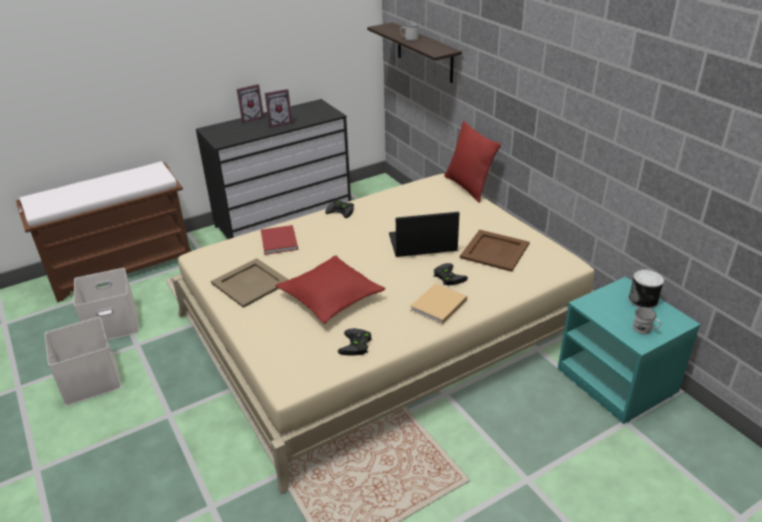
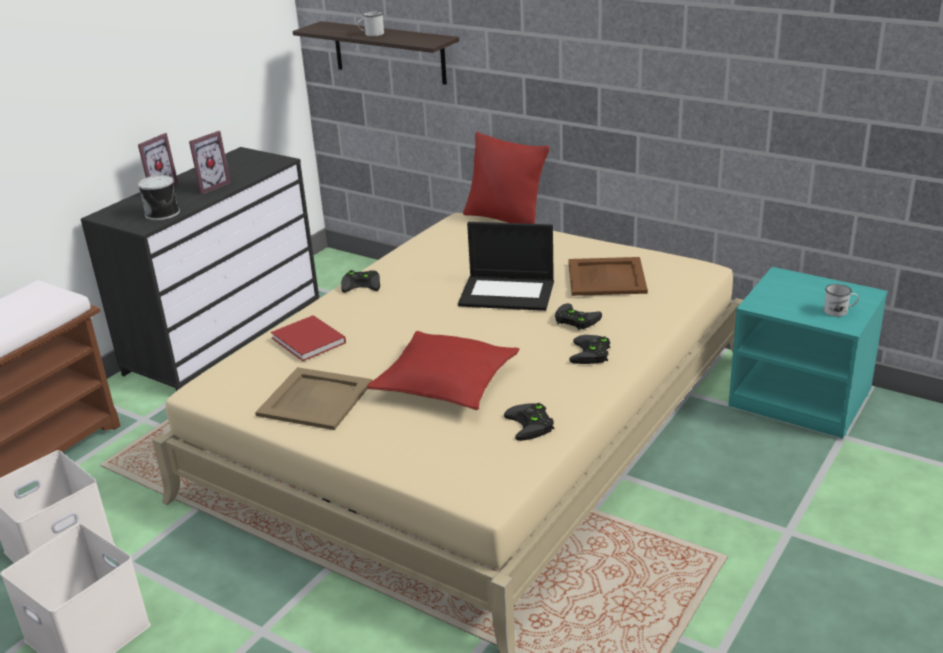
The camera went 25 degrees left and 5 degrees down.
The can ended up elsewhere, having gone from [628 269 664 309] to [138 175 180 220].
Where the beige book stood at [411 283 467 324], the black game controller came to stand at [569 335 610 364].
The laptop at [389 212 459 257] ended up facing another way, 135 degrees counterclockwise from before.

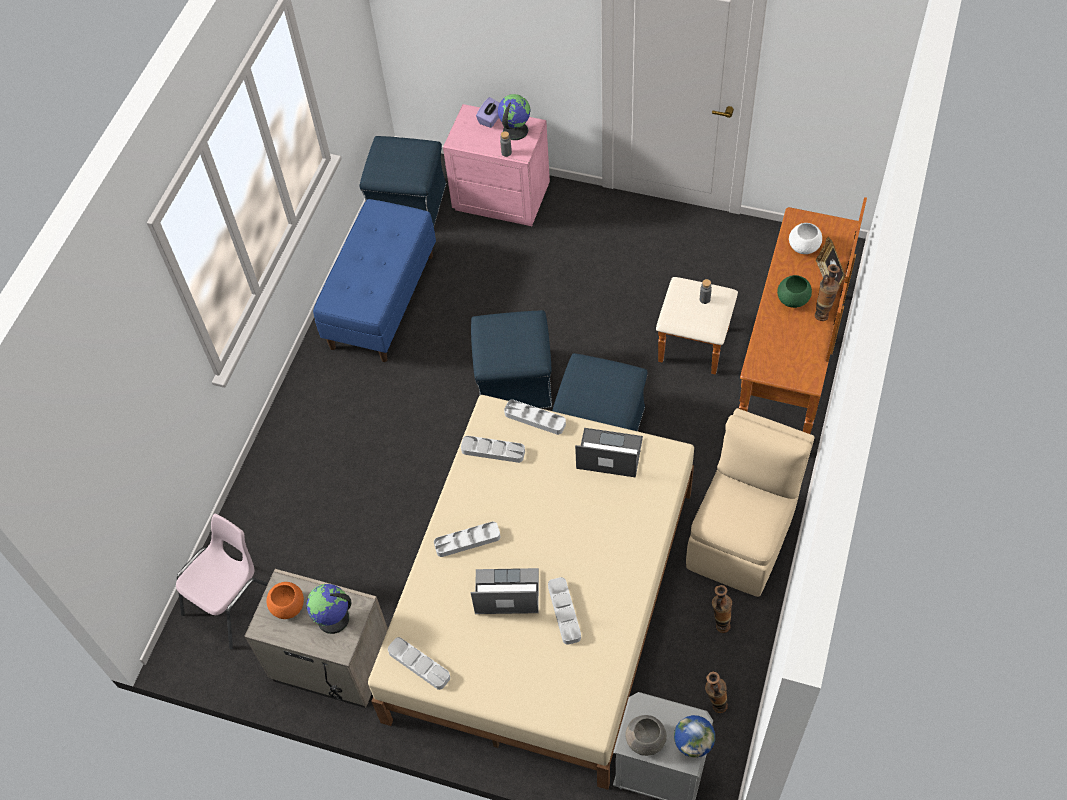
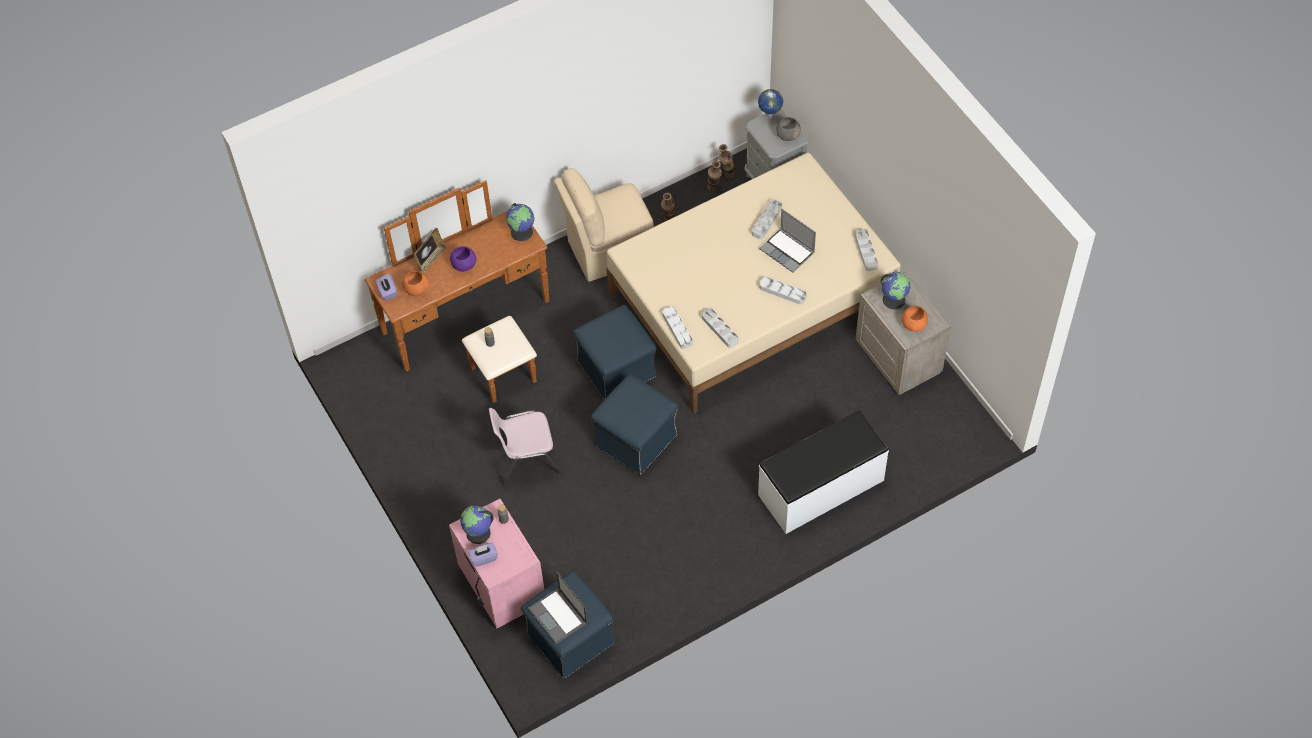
The camera went 140 degrees left and 0 degrees up.
The second view lost the blue bench at [313 199 436 362].
The second view gained the purple tissue box at [376 273 397 301].
The second view gained the globe at [506 203 534 241].
The second view gained the white bench at [758 410 889 534].
The pink chair ended up elsewhere, having gone from [176 514 268 649] to [489 408 563 487].
The laptop ended up elsewhere, having gone from [575 428 643 477] to [528 572 587 644].
The vase ended up elsewhere, having gone from [815 264 840 321] to [719 144 735 178].
What was the green bowl at [777 275 812 308] turned into the purple bowl at [450 246 476 272].
What was the white bowl at [789 223 822 254] turned into the orange bowl at [402 271 429 296].

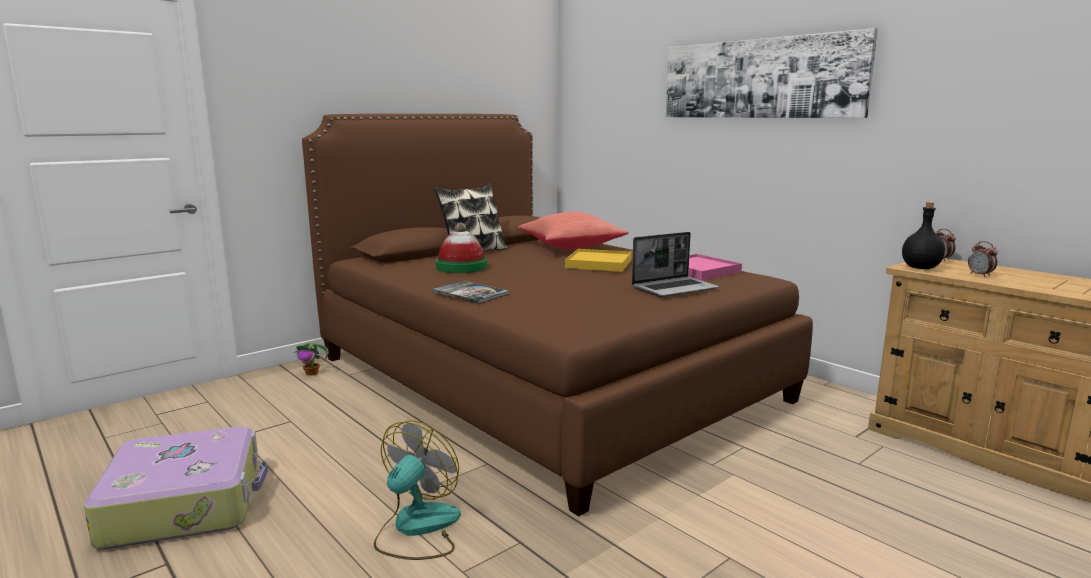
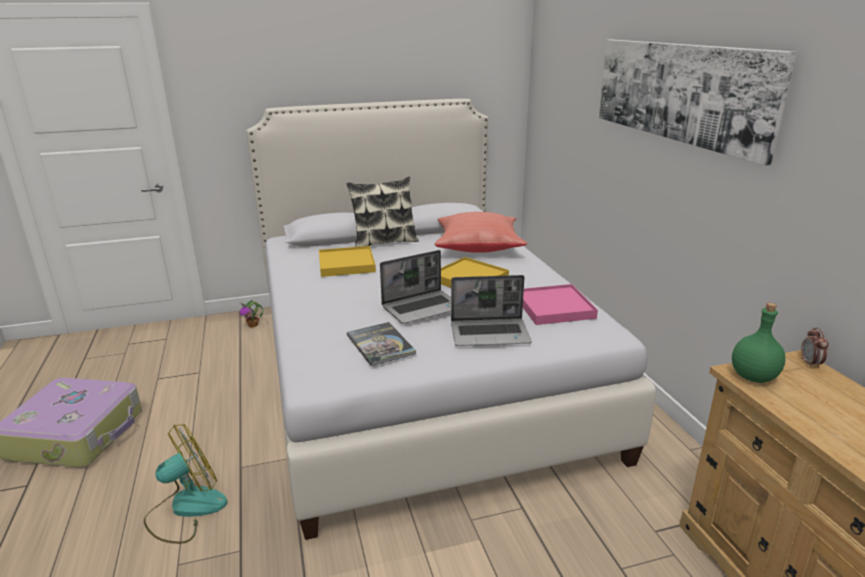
The camera went 25 degrees right and 10 degrees up.
The second view lost the alarm clock at [968 241 998 277].
The second view gained the laptop at [380 250 451 324].
The book ended up elsewhere, having gone from [432 281 509 304] to [347 322 416 366].
Where the hat stood at [436 223 487 273], the yellow tray came to stand at [319 246 376 277].
What was the brown bed at [302 114 813 516] turned into the white bed at [246 99 656 540].
What was the black bottle at [902 202 945 269] turned into the green bottle at [732 303 786 383].

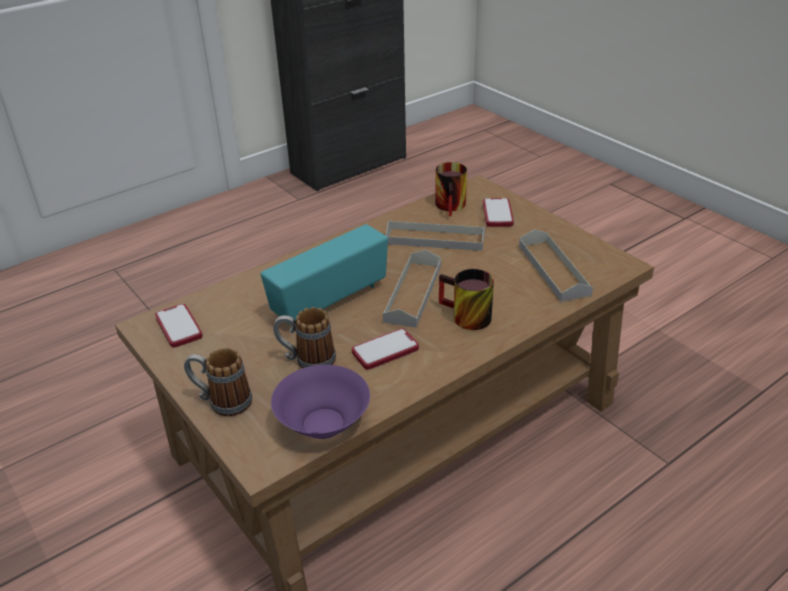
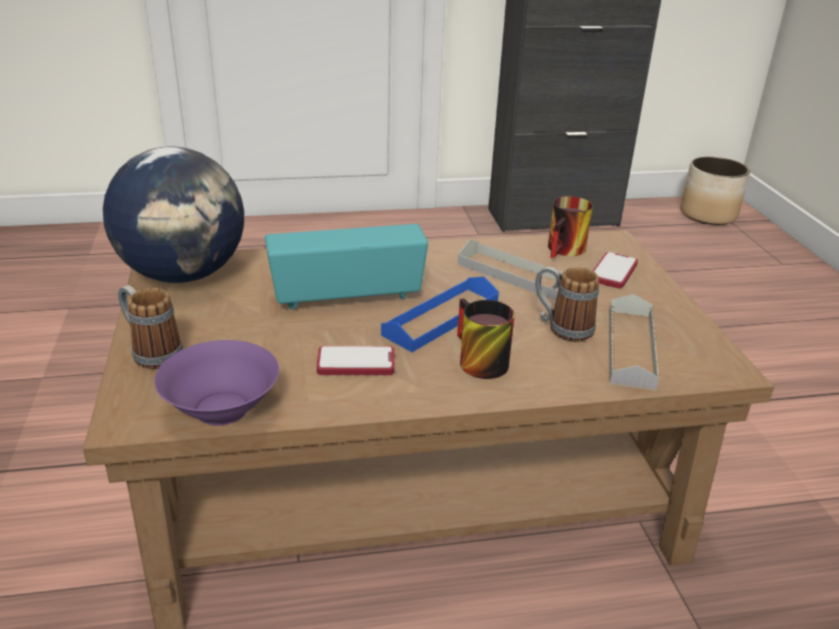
The camera went 25 degrees right and 5 degrees down.
The second view gained the planter at [680 157 750 225].
The mug ended up elsewhere, having gone from [273 307 336 368] to [535 266 599 342].
Where the phone stood at [155 304 203 347], the globe came to stand at [103 147 244 283].
What was the grey tray at [383 250 441 328] turned into the blue tray at [381 277 499 352].

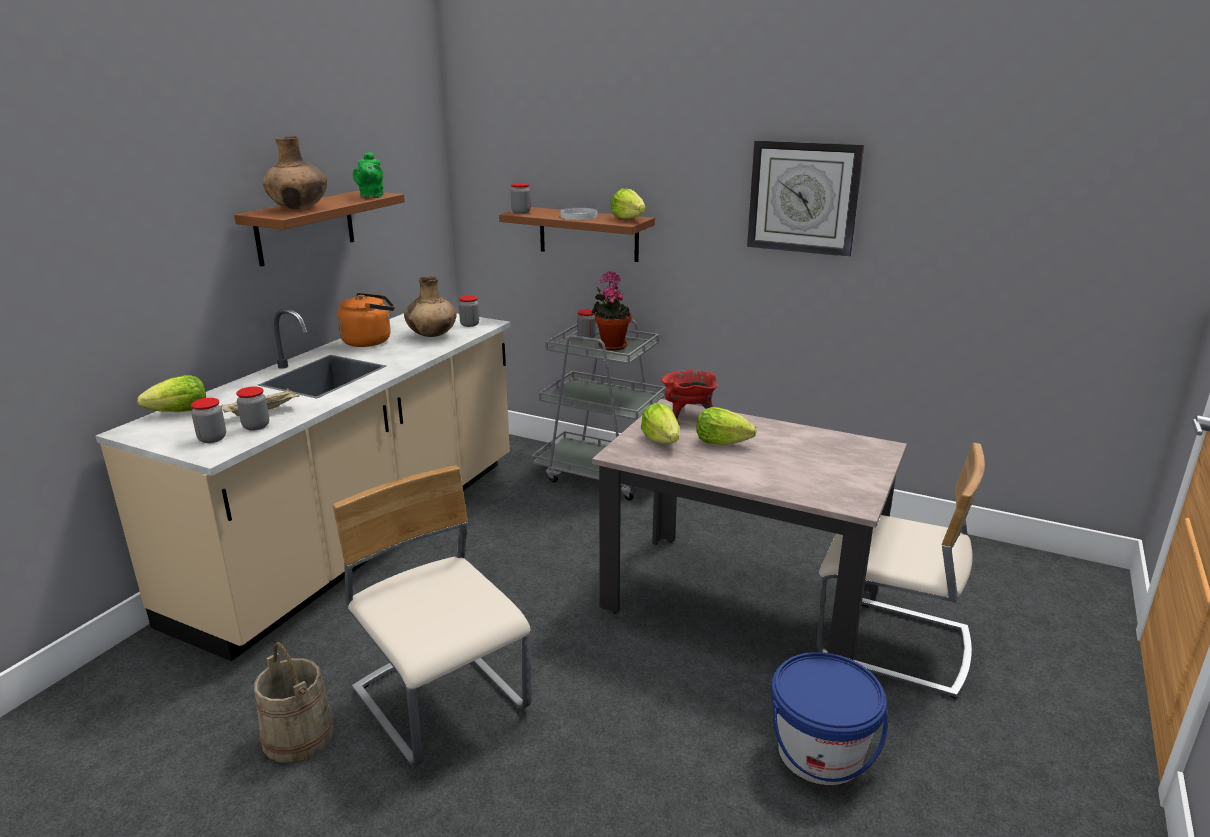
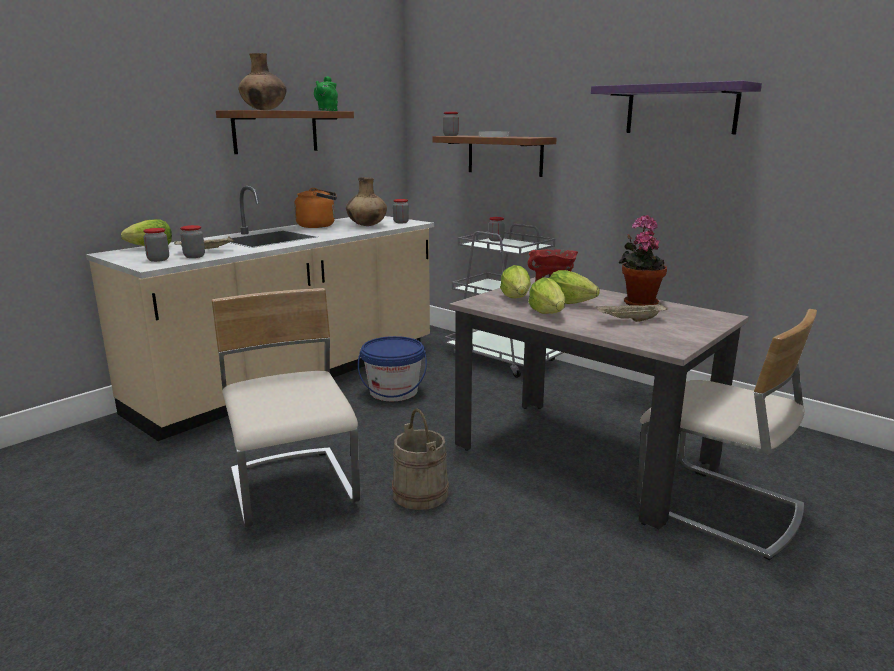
The camera went 15 degrees right and 5 degrees down.
The second view gained the beige tray at [596 303 667 322].
The beige bucket ended up elsewhere, having gone from [254 642 334 762] to [392 409 449 510].
The potted plant ended up elsewhere, having gone from [591 271 632 351] to [619 215 667 306].
The lettuce ended up elsewhere, having gone from [611 188 646 219] to [528 277 565 314].
The blue bucket ended up elsewhere, having gone from [771 652 888 785] to [358 336 427 401].
Where the wall clock hung at [747 140 864 257], the purple shelf came to hang at [591 81 762 134].

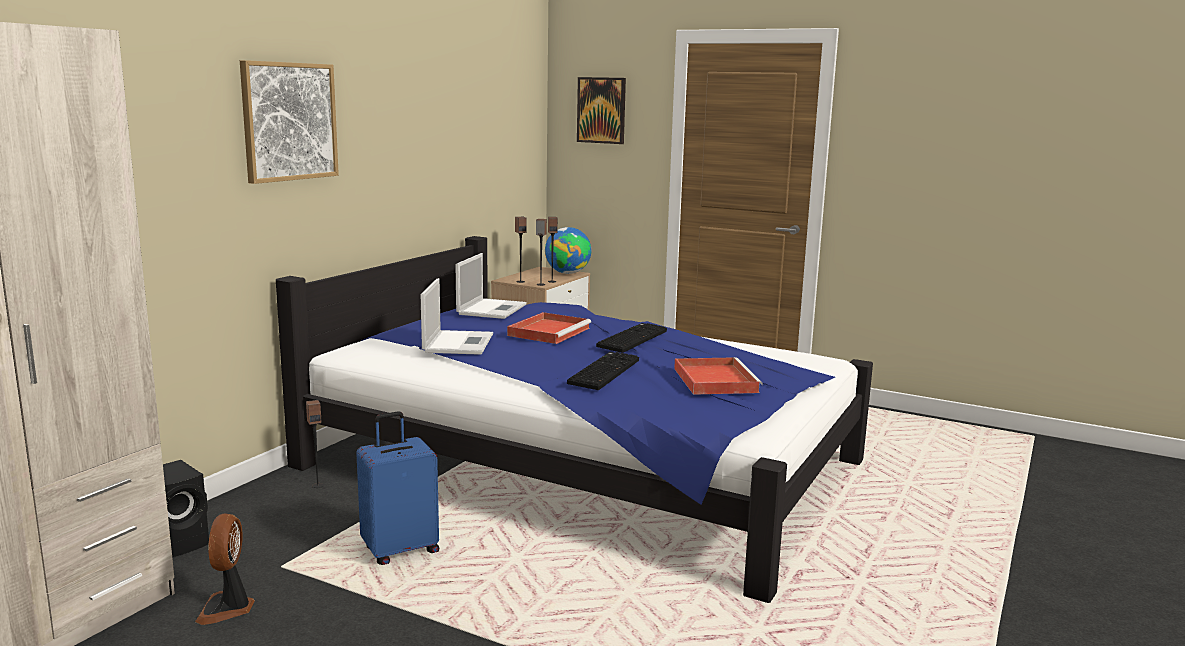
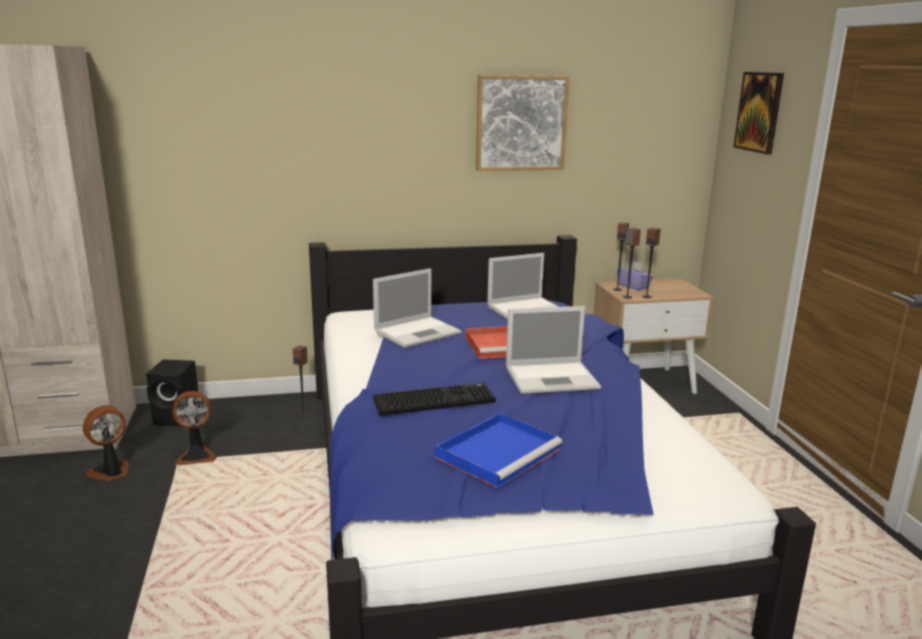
The camera went 50 degrees right and 5 degrees up.
The second view lost the blue suitcase at [356 411 439 565].
The second view lost the globe at [545 227 591 274].
The second view gained the fan at [172 391 217 465].
The second view gained the purple tissue box at [617 261 653 290].
The picture ended up elsewhere, having gone from [240 60 339 184] to [476 75 570 171].
Where the keyboard stood at [596 323 667 353], the laptop came to stand at [506 306 601 394].
What was the red tray at [674 357 762 395] turned into the blue tray at [435 413 562 488].

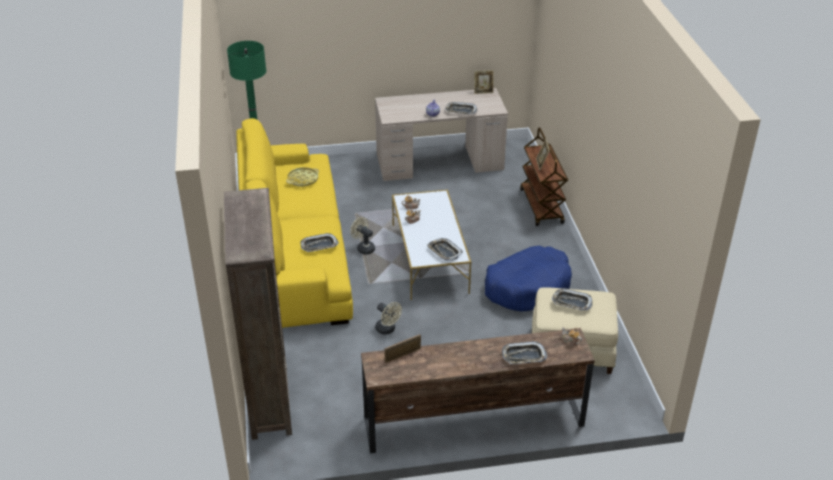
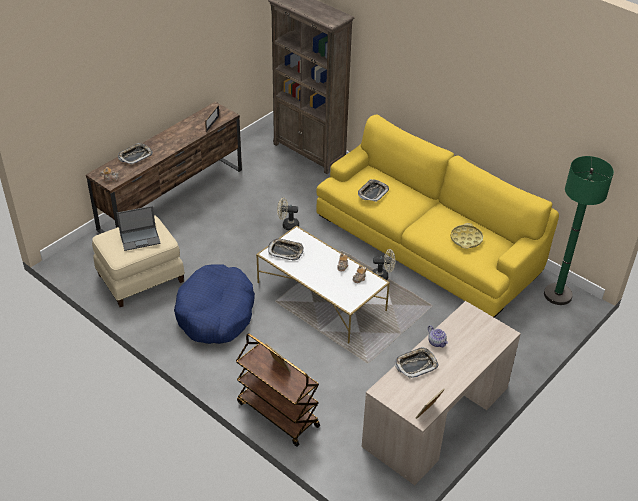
The camera went 140 degrees right and 5 degrees up.
Where the tray stood at [552 289 592 310], the laptop came to stand at [117 206 161 251].

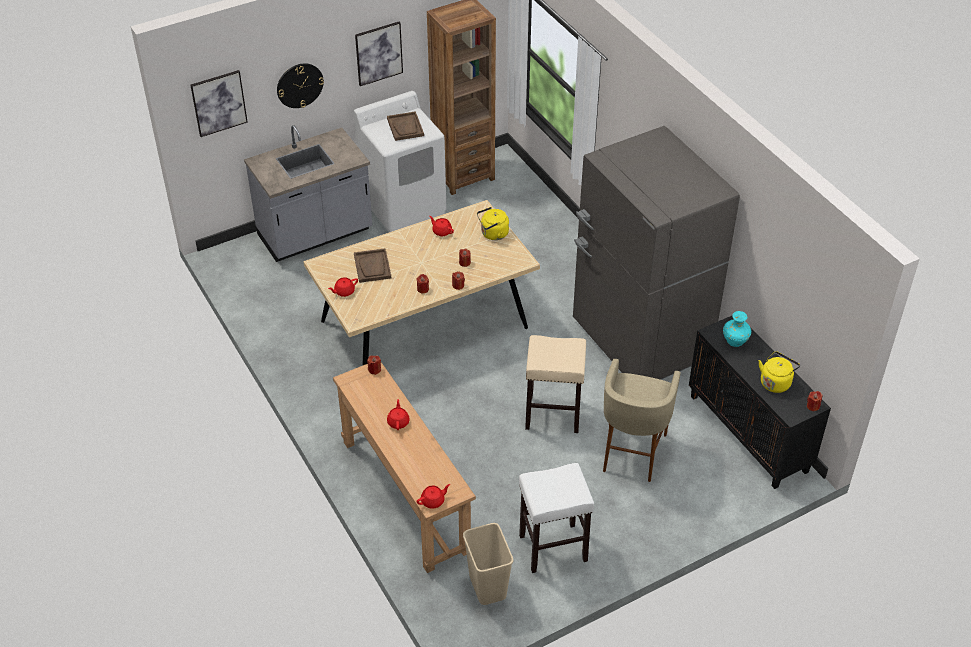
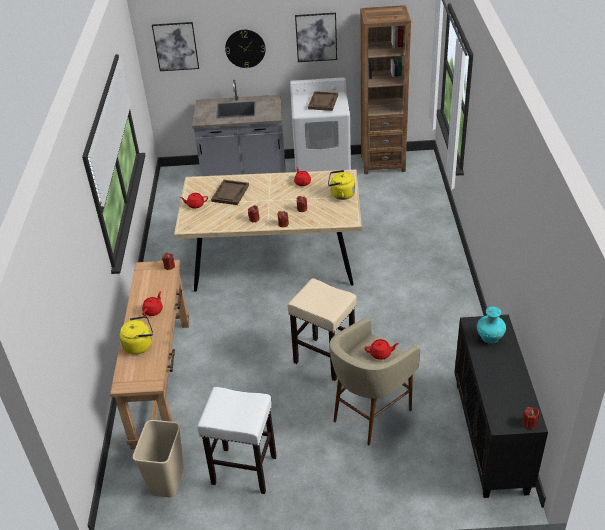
The camera went 30 degrees right and 5 degrees down.
The second view lost the grey fridge at [573 126 740 380].
The red teapot ended up elsewhere, having gone from [417 484 450 509] to [364 339 399 360].
The yellow kettle ended up elsewhere, having gone from [758 351 800 393] to [120 316 153 355].

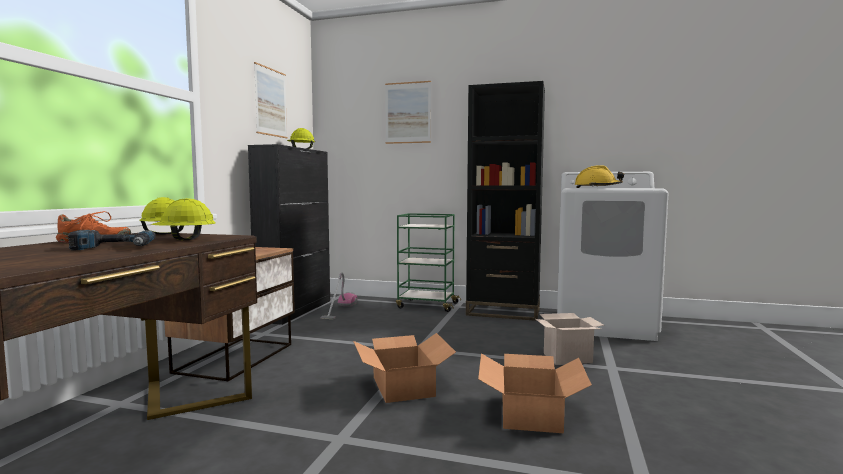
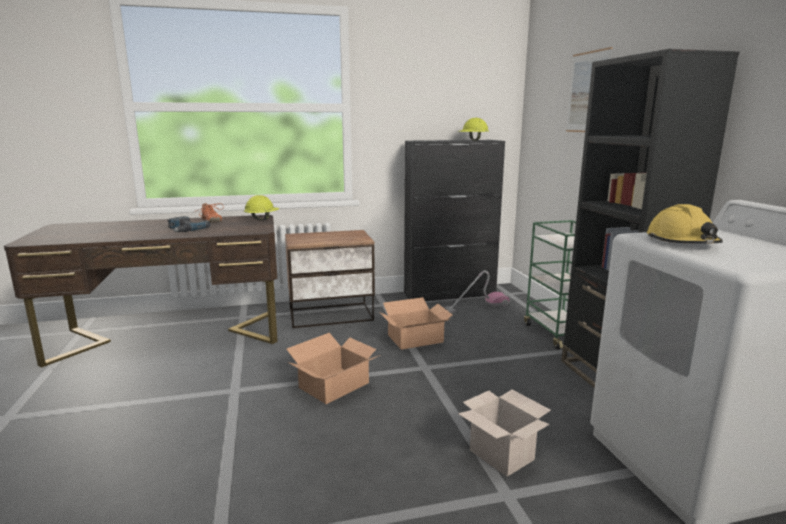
The camera went 60 degrees right and 10 degrees up.
The second view lost the yellow hard hat at [151 198 216 240].
The second view lost the picture at [254 62 287 138].
The cardboard box ended up elsewhere, having gone from [478 353 592 433] to [379 297 452 350].

